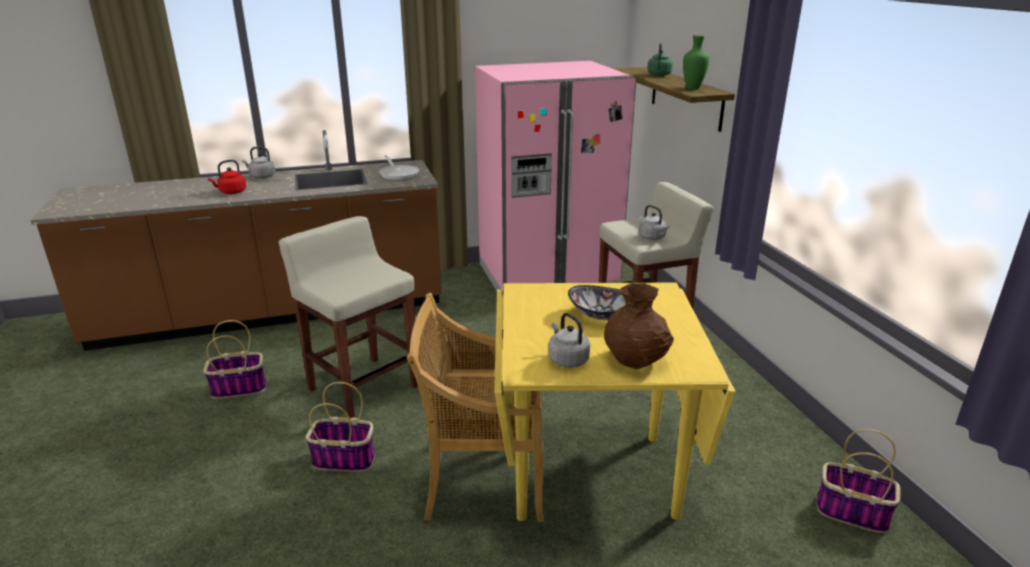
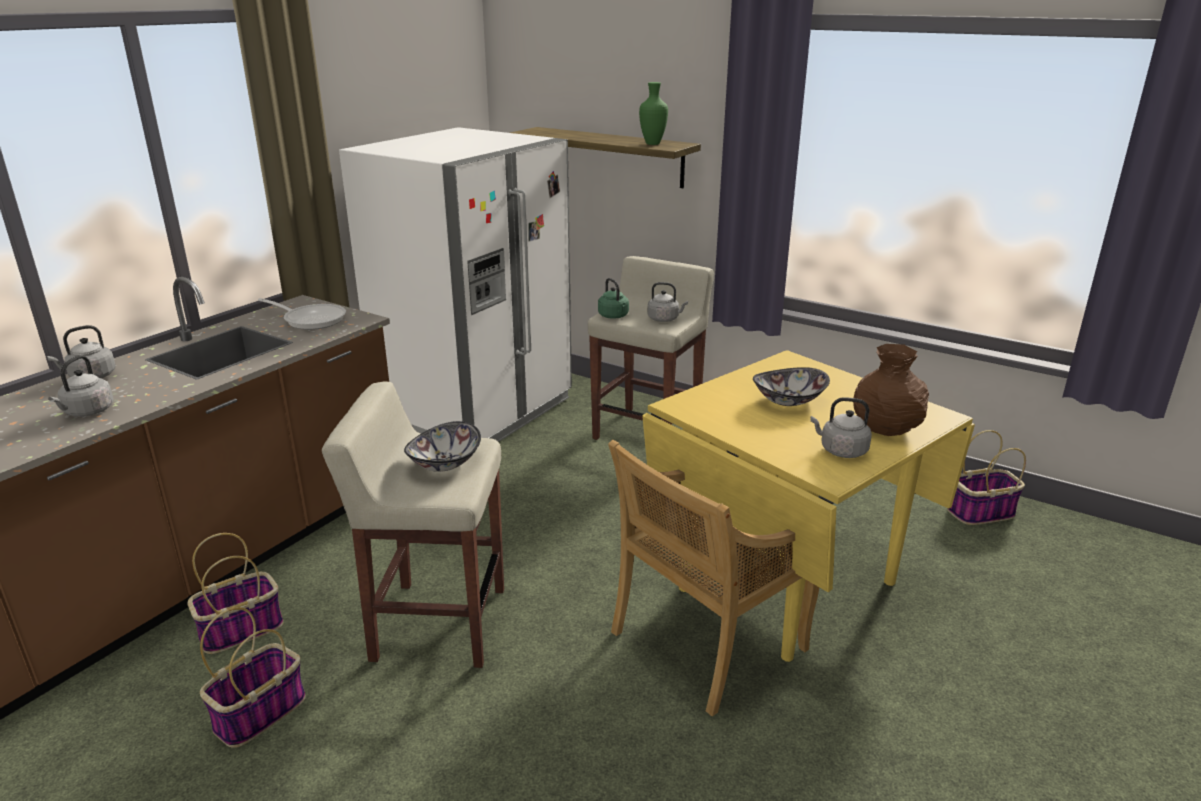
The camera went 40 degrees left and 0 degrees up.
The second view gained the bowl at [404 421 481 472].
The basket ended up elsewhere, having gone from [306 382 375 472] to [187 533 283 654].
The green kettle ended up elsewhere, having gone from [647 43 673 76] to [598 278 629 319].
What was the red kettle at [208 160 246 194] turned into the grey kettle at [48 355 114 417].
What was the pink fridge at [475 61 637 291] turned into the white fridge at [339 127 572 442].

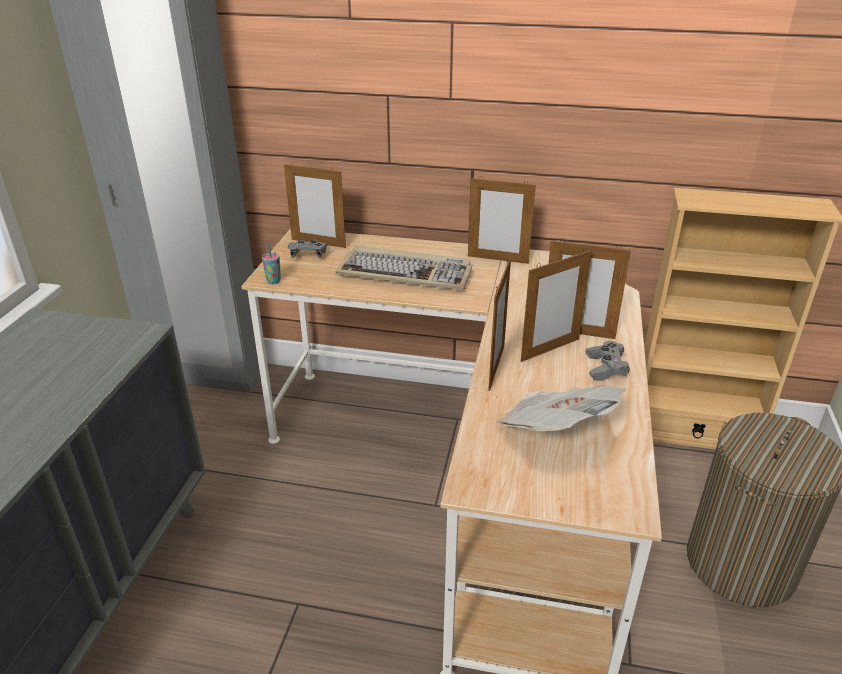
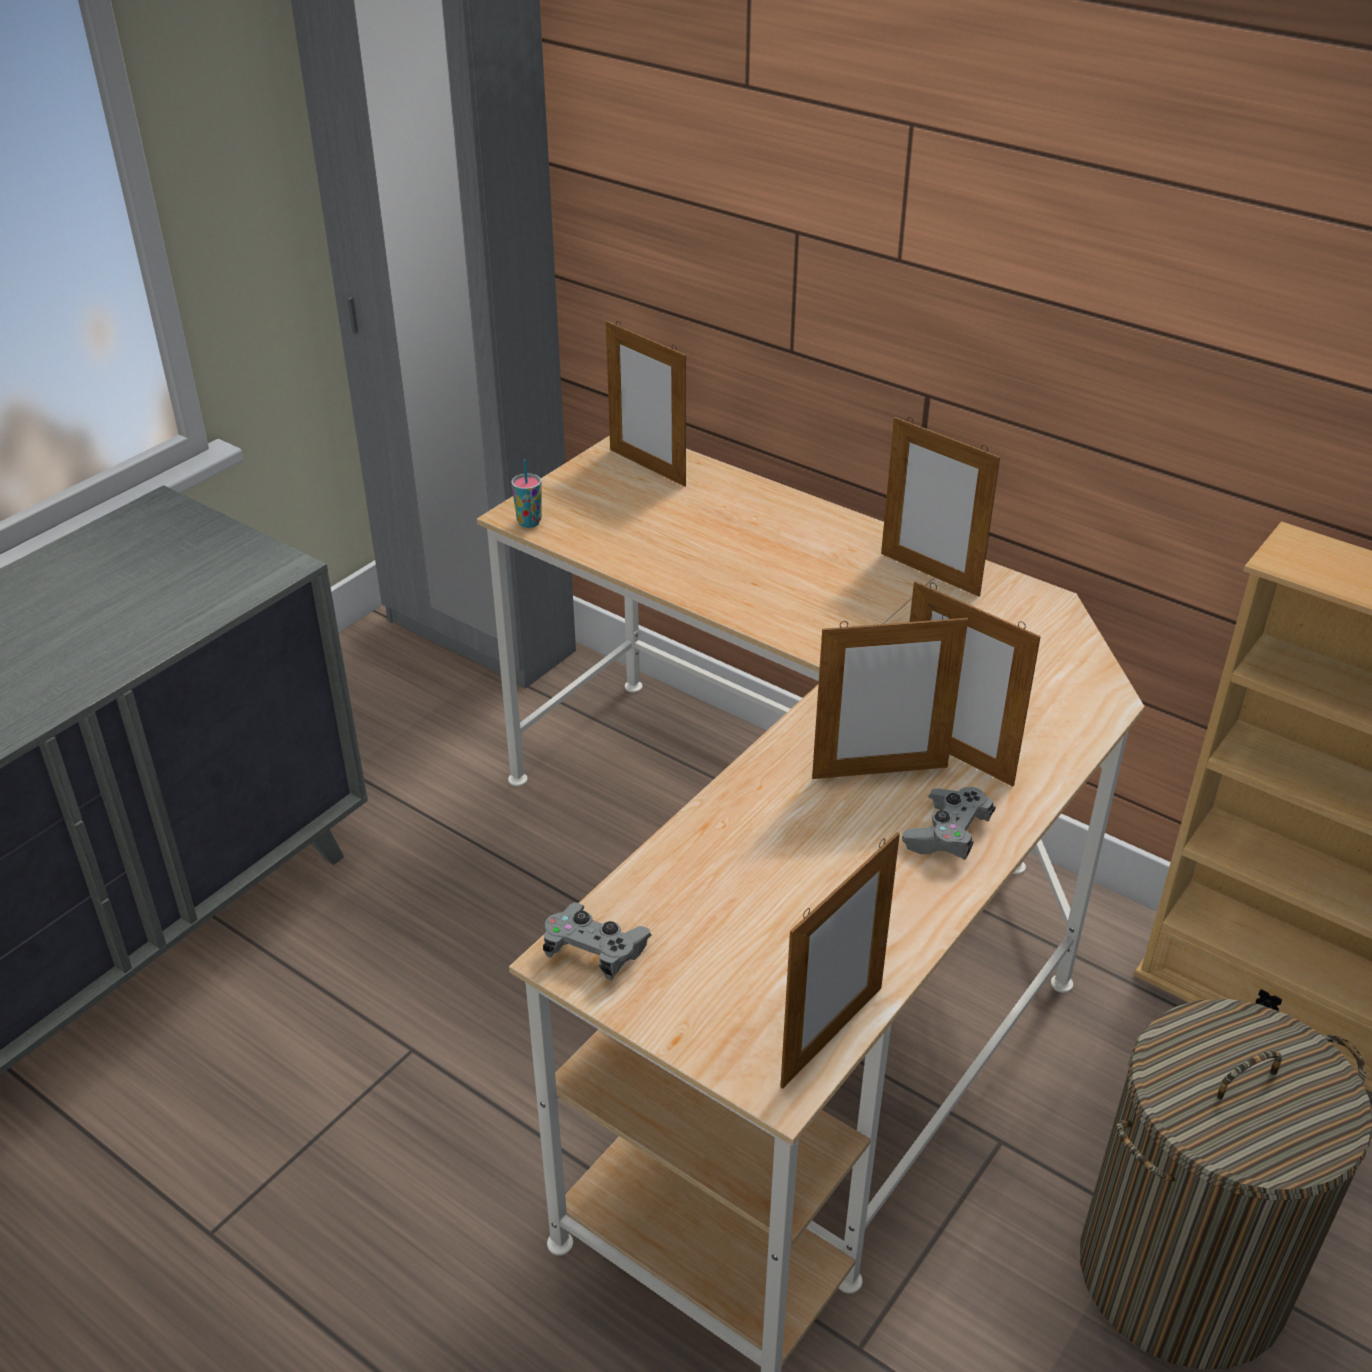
The camera went 25 degrees right and 5 degrees up.
The second view lost the keyboard at [336 246 472 290].
The second view lost the newspaper at [496 385 627 431].
The grey game controller ended up elsewhere, having gone from [288 239 328 258] to [543 902 652 980].
The picture frame ended up elsewhere, having gone from [488 257 511 391] to [780 832 900 1089].

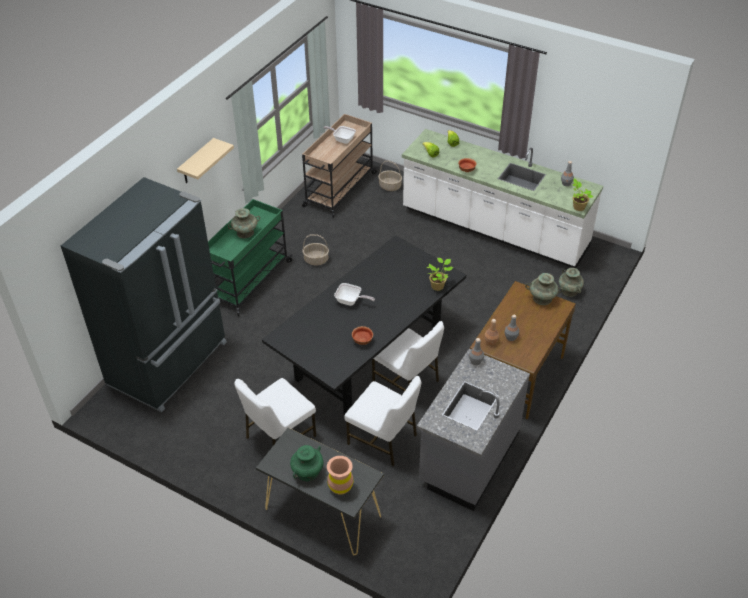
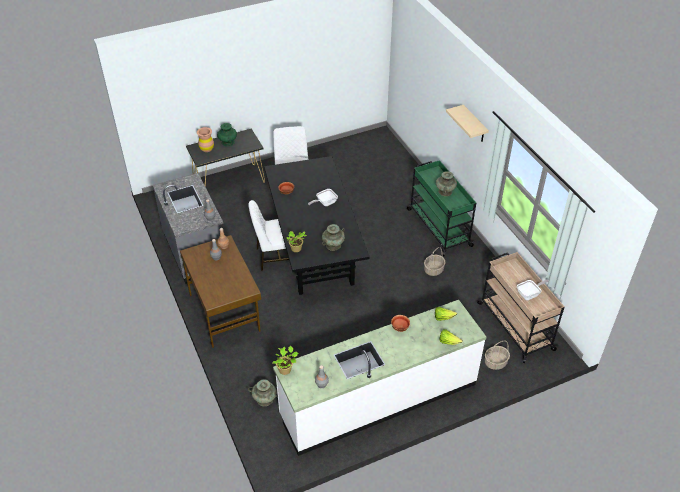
The camera went 125 degrees right and 0 degrees up.
The second view lost the black fridge at [61 177 227 412].
The second view lost the white chair at [344 376 421 466].
The turquoise vase ended up elsewhere, having gone from [525 273 563 305] to [322 224 345 251].

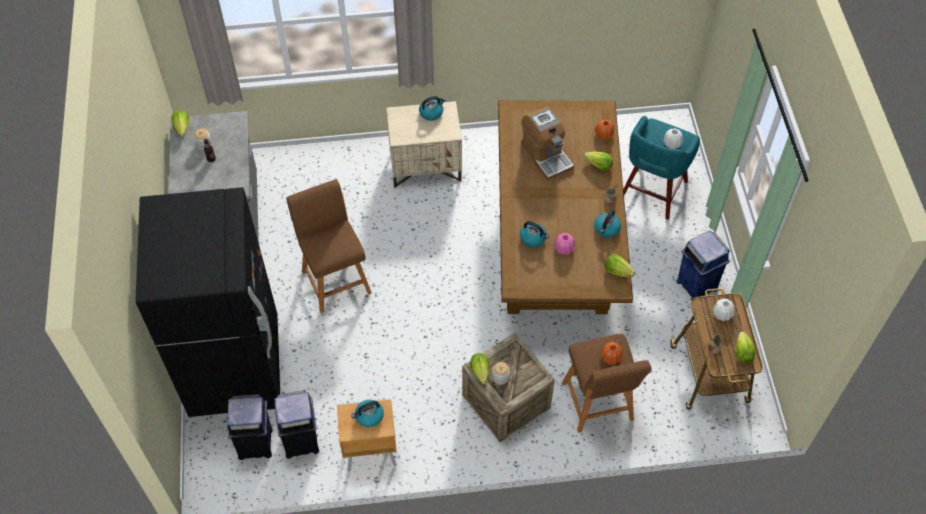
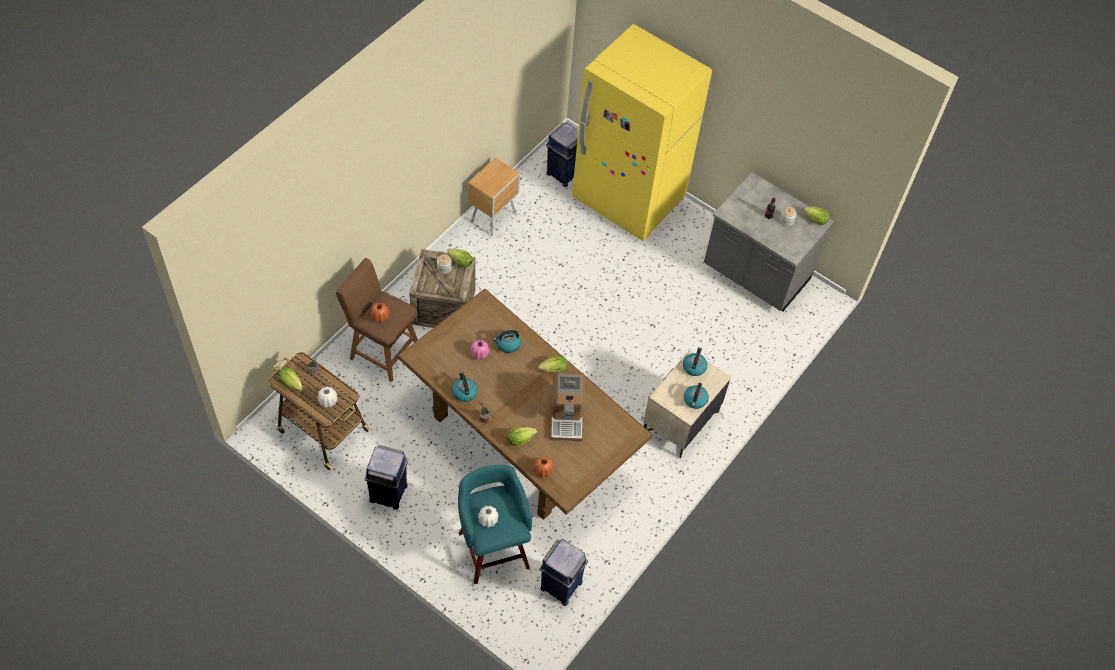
The camera went 130 degrees right and 0 degrees up.
The second view lost the brown stool at [286 179 372 313].
The blue trash can ended up elsewhere, having gone from [274 390 319 459] to [540 539 588 606].
The kettle ended up elsewhere, having gone from [351 400 384 427] to [683 347 707 376].
The lettuce ended up elsewhere, having gone from [605 254 635 277] to [538 356 567 373].
What was the black fridge at [136 187 280 417] turned into the yellow fridge at [572 24 712 241].
The coffee machine at [521 106 574 181] ended up facing another way, 105 degrees counterclockwise from before.

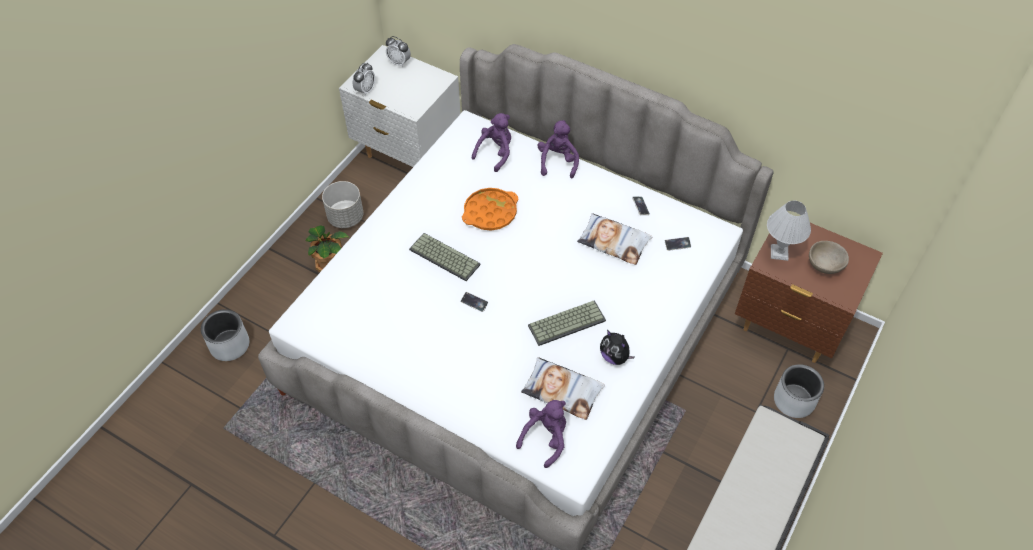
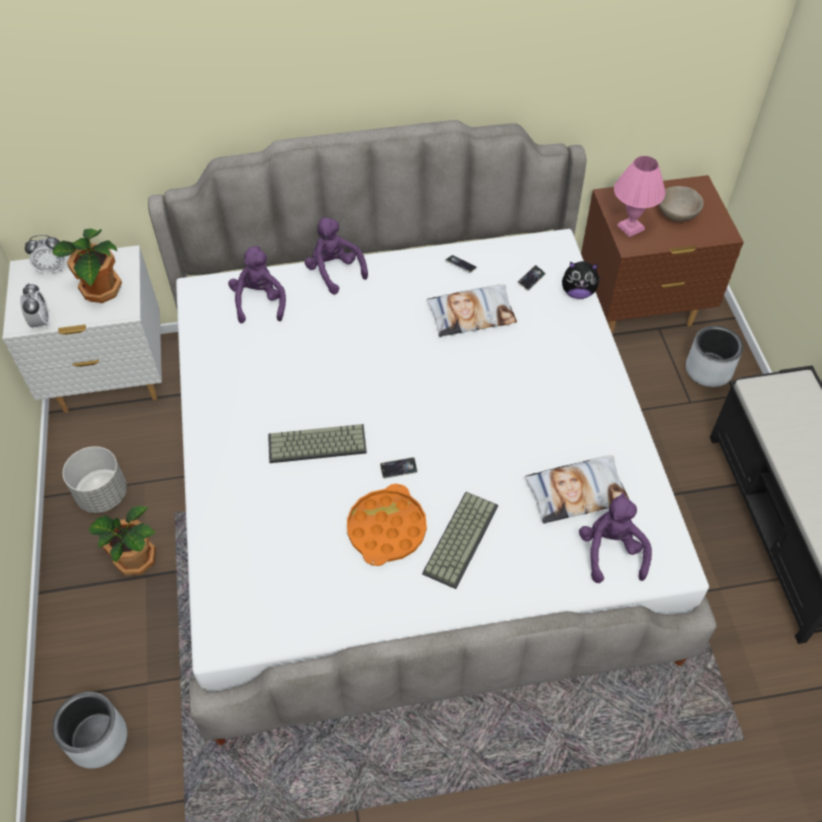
The camera went 40 degrees left and 0 degrees up.
The second view gained the potted plant at [52 229 122 303].
The orange tray ended up elsewhere, having gone from [462 188 518 231] to [347 484 427 566].
The keyboard ended up elsewhere, having gone from [528 300 606 346] to [422 492 498 589].
The plush toy ended up elsewhere, having gone from [600 330 635 365] to [562 261 601 299].
What was the white table lamp at [767 201 811 261] turned into the pink table lamp at [614 156 666 237].

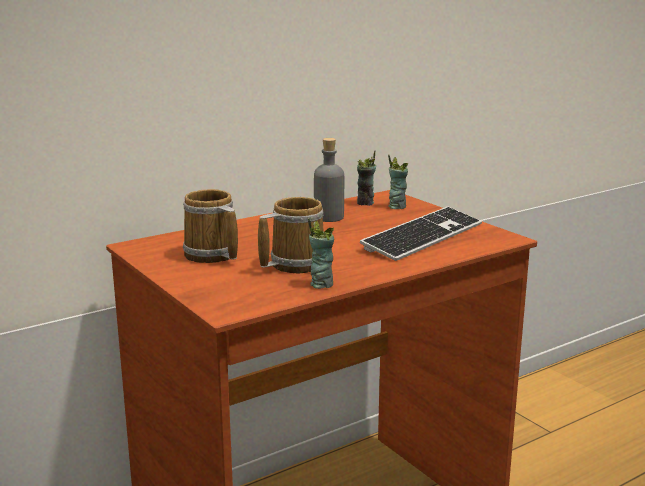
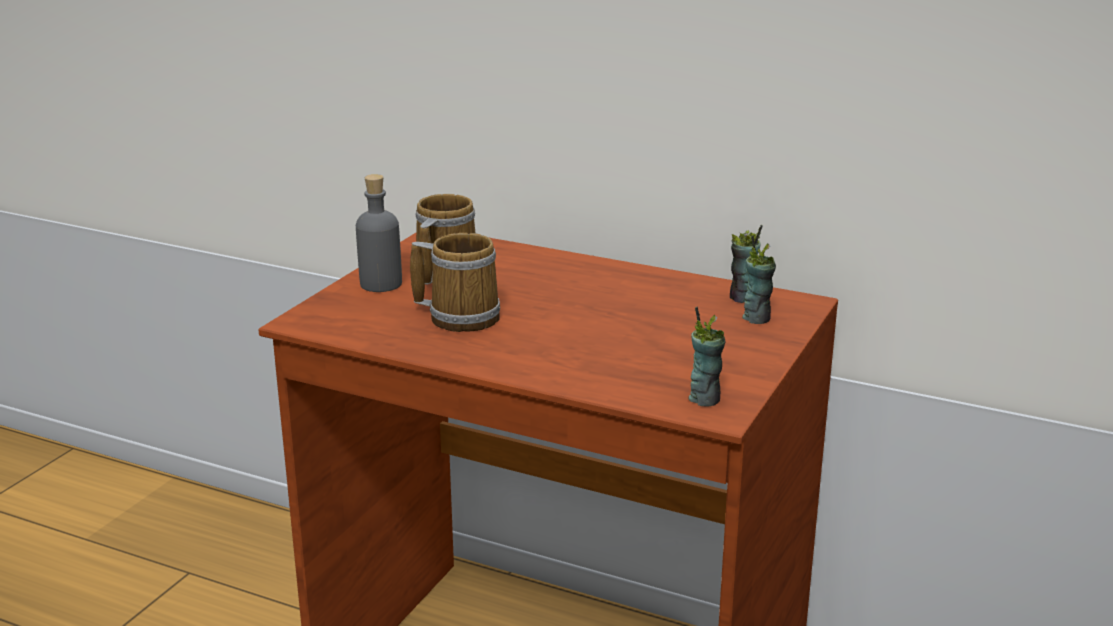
The camera went 60 degrees right and 5 degrees up.
The second view lost the keyboard at [360 207 482 261].
The cup ended up elsewhere, having gone from [308 218 334 289] to [688 307 725 406].
The grey bottle ended up elsewhere, having gone from [314 138 344 222] to [356 174 402 292].

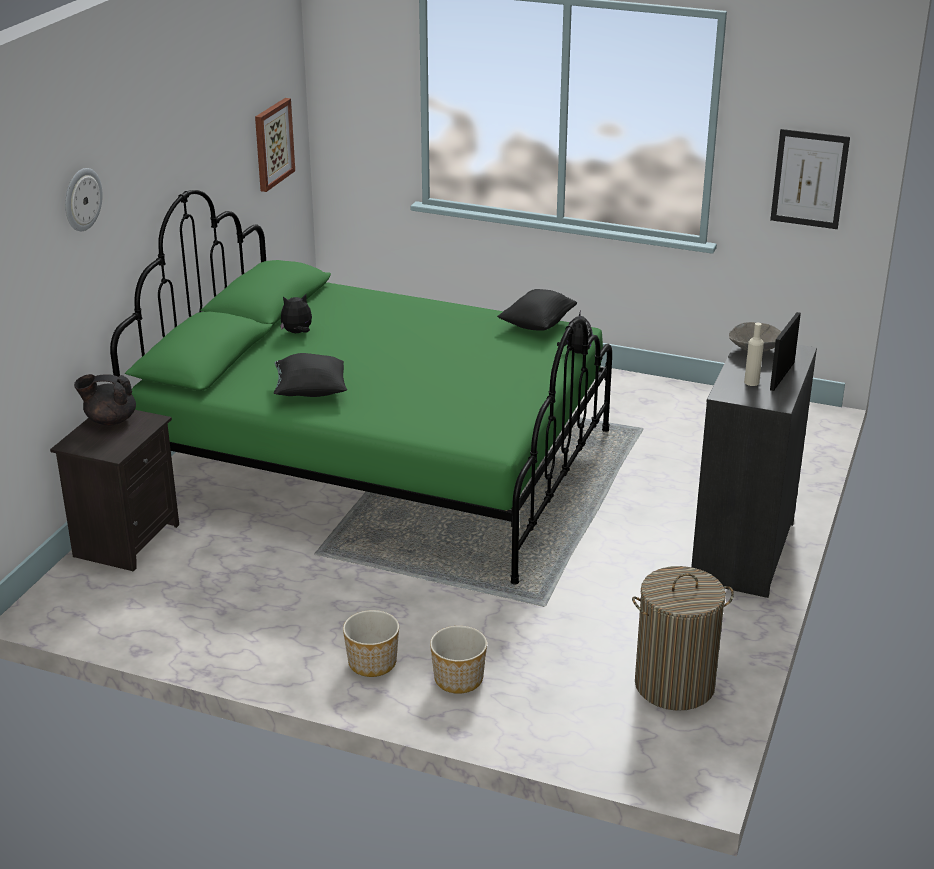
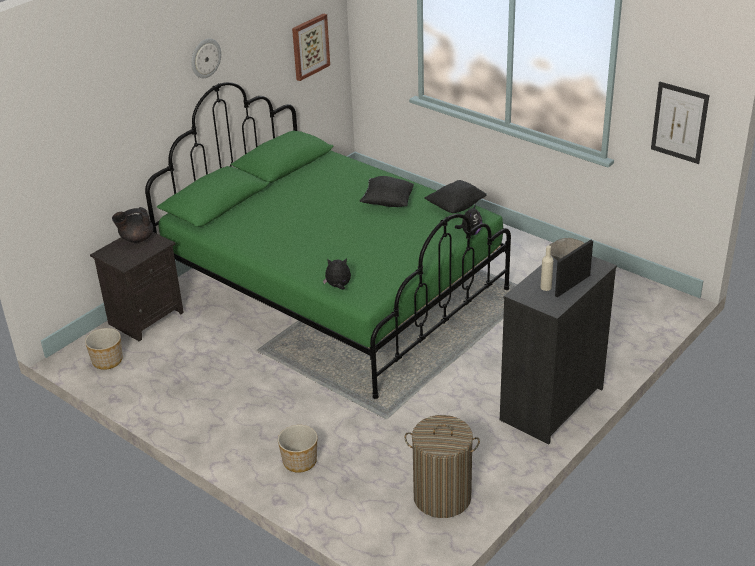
The camera went 20 degrees right and 5 degrees up.
The wall clock ended up elsewhere, having gone from [65 168 103 231] to [191 39 221 78].
The black pillow ended up elsewhere, having gone from [274 353 347 397] to [360 176 414 207].
The plush toy ended up elsewhere, having gone from [280 294 312 333] to [323 258 351 290].
The planter ended up elsewhere, having gone from [343 610 399 677] to [85 328 123 370].
The black teapot at [74 374 136 426] ended up facing another way, 45 degrees counterclockwise from before.

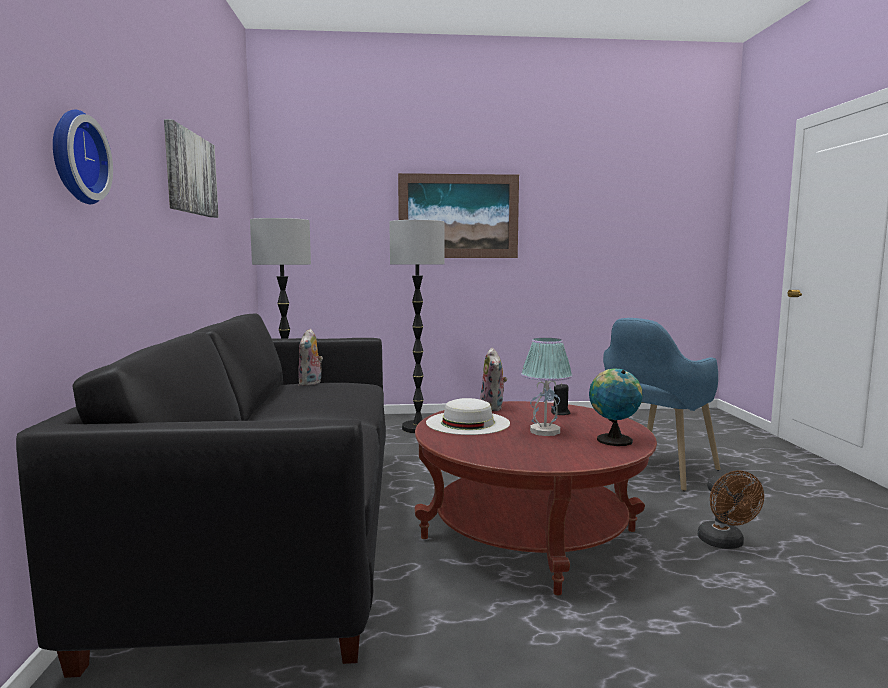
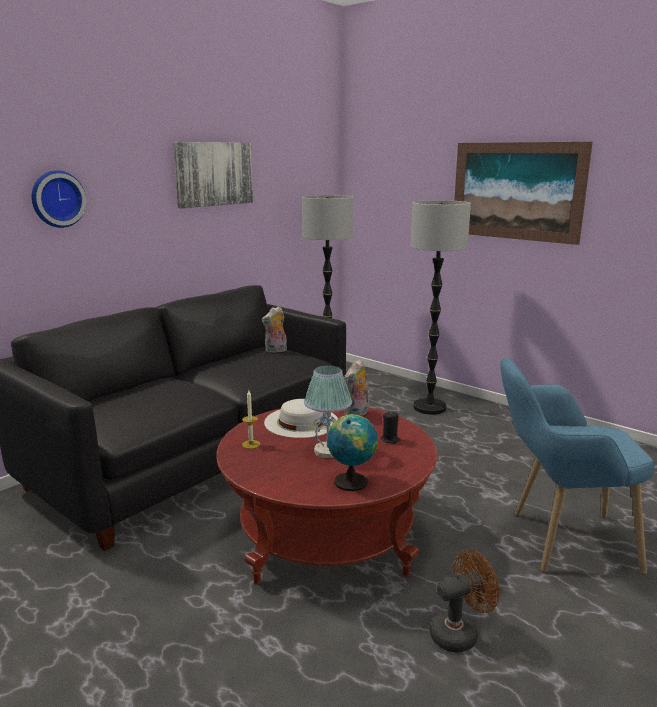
The camera went 45 degrees right and 10 degrees up.
The second view gained the candle at [242 390 260 449].
The brown fan at [698 470 764 549] ended up facing another way, 150 degrees counterclockwise from before.

